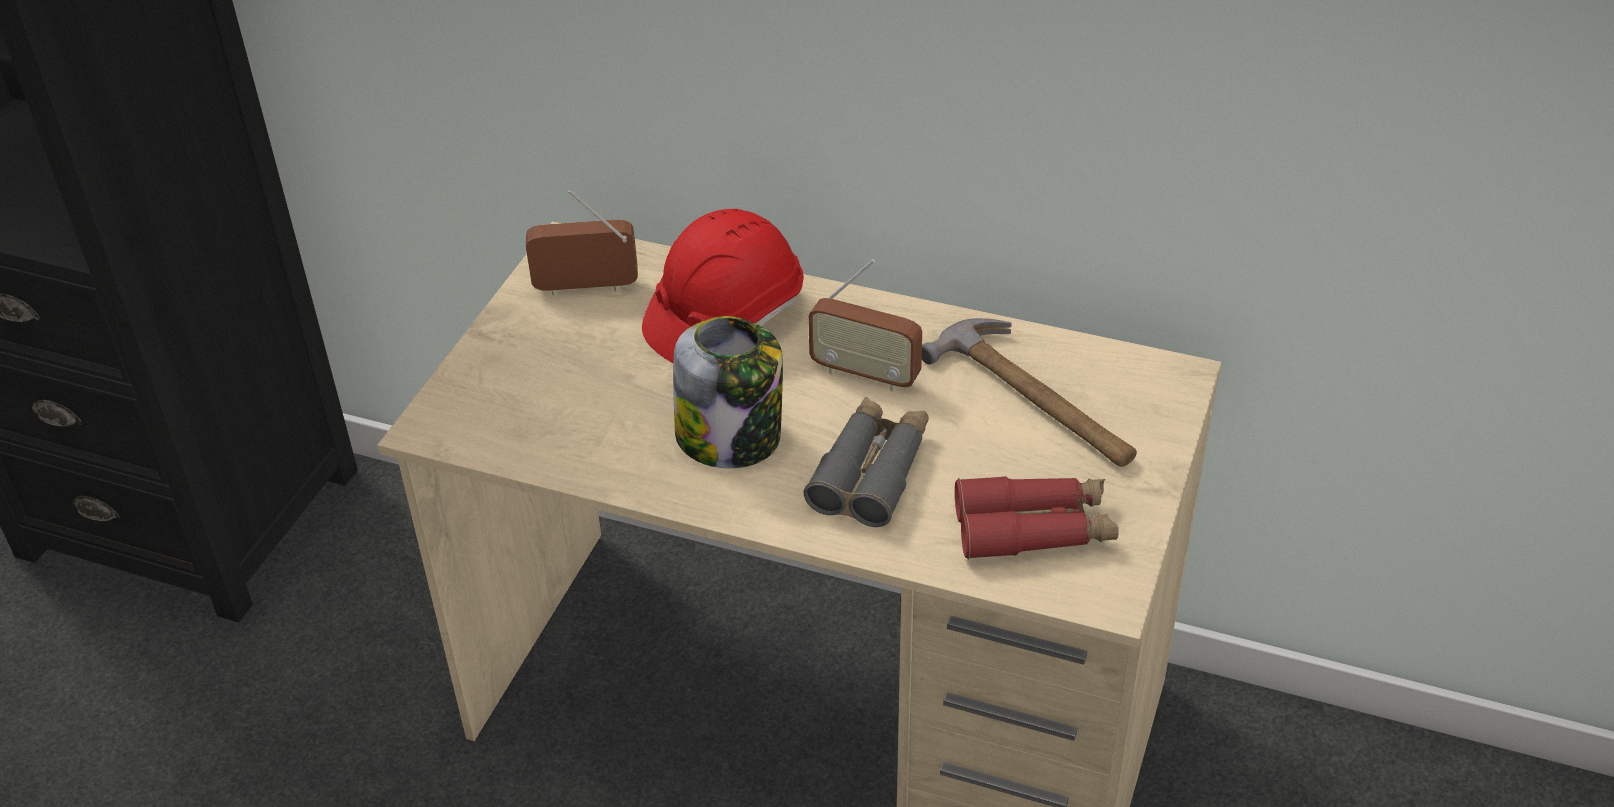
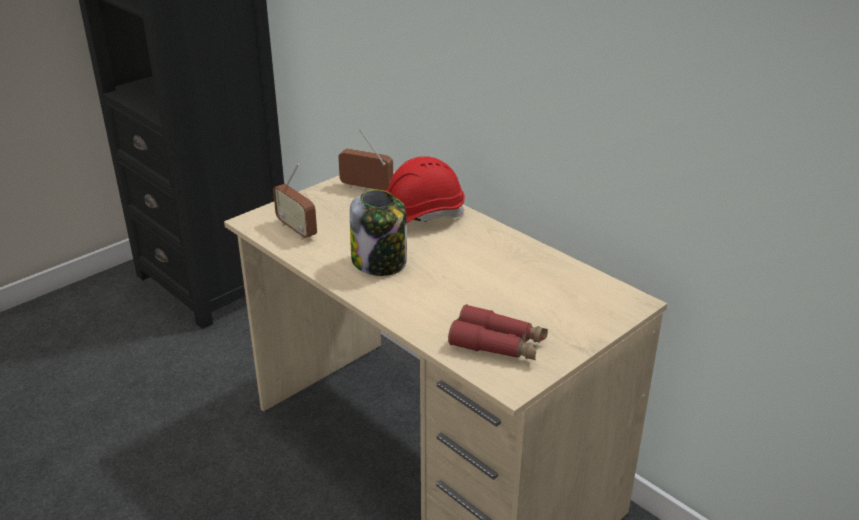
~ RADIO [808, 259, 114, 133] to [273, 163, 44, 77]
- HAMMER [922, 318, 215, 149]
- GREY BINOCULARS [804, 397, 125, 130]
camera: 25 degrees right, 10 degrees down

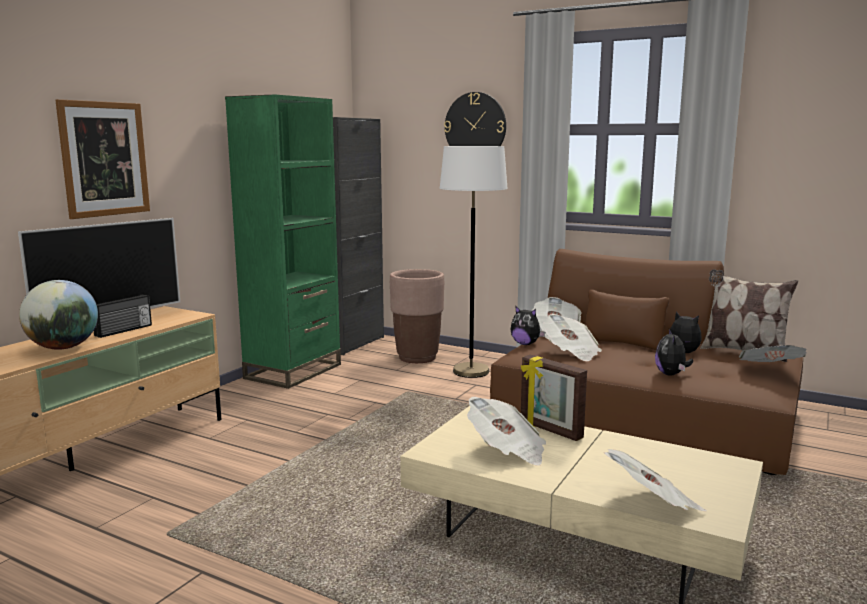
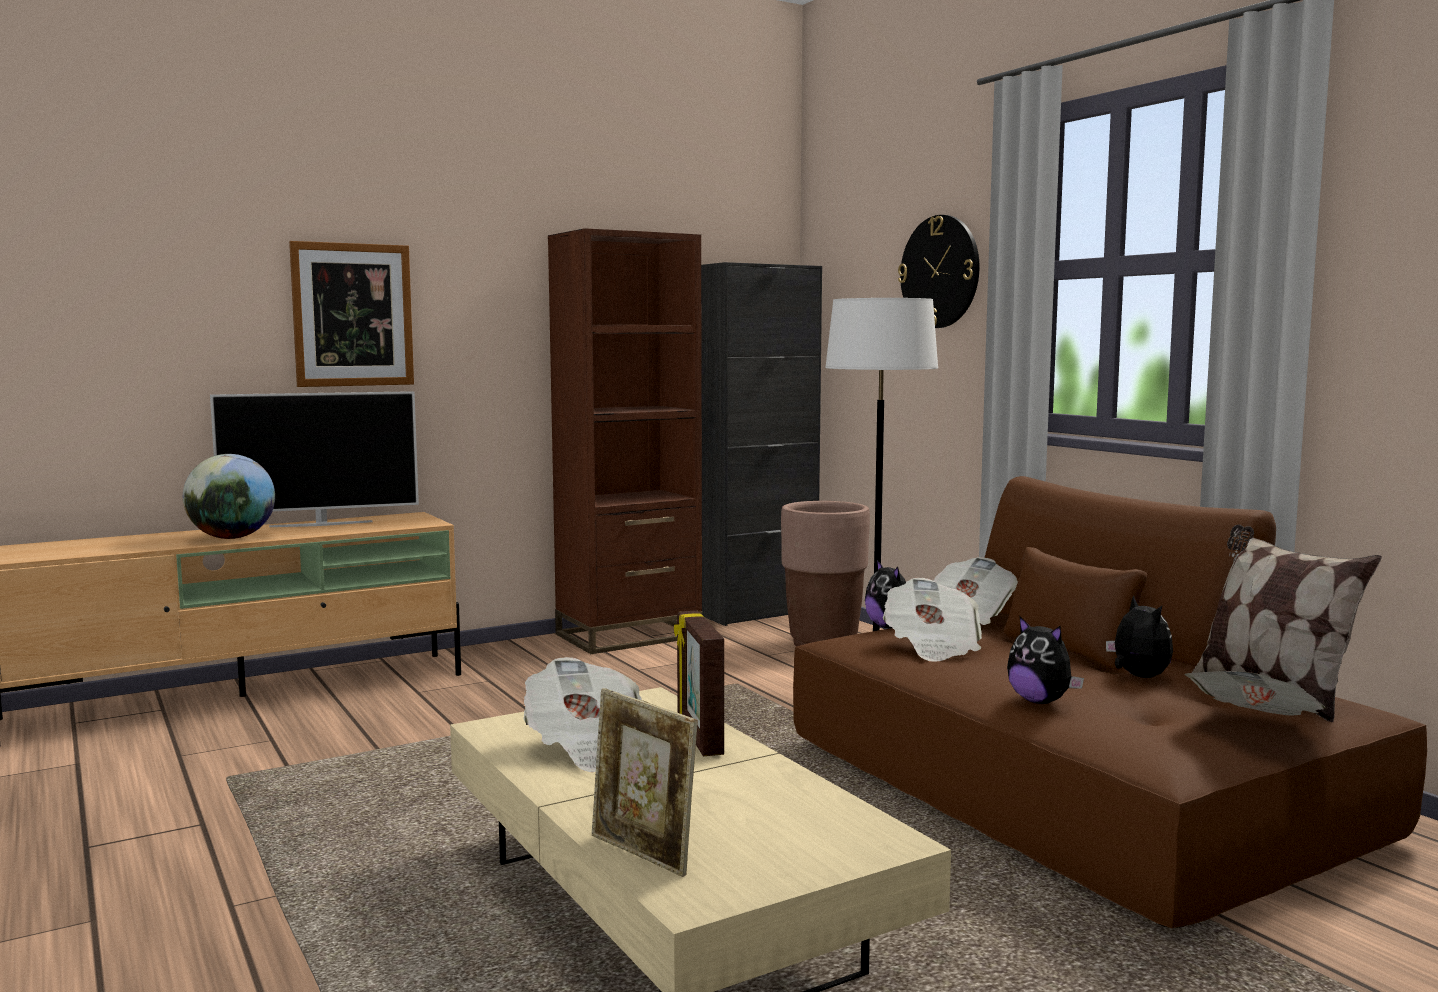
~ GREEN BOOKCASE [225, 94, 116, 295] to BROWN BOOKCASE [548, 228, 155, 426]
- RADIO [94, 295, 58, 43]
~ PLUSH TOY [655, 329, 38, 47] = [1007, 617, 77, 87] 75 degrees counterclockwise
~ NEWSPAPER [603, 449, 104, 62] to PICTURE FRAME [592, 688, 105, 189]
camera: 30 degrees right, 5 degrees down

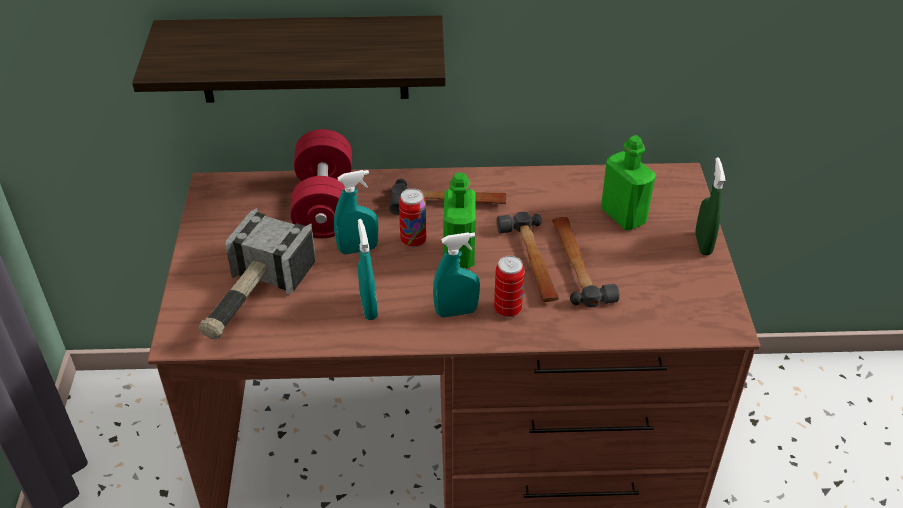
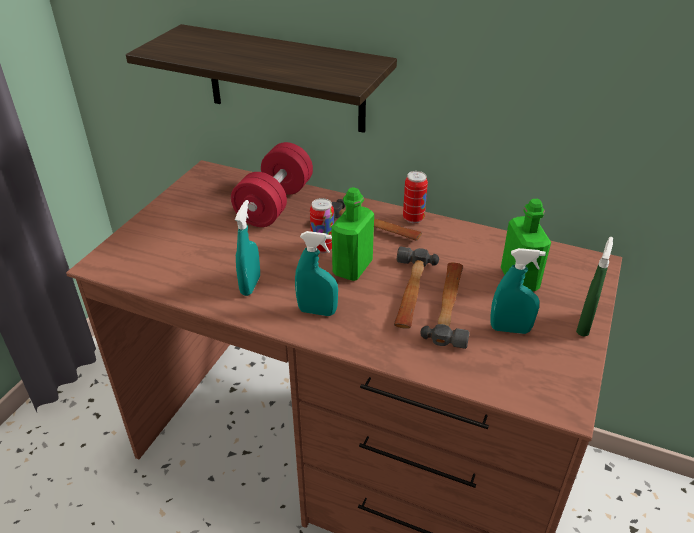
~ TURQUOISE SPRAY BOTTLE [334, 170, 44, 84] to [490, 248, 56, 86]
- HAMMER [198, 208, 118, 131]
~ CAN [494, 256, 31, 61] to [403, 171, 25, 52]
camera: 25 degrees right, 5 degrees down

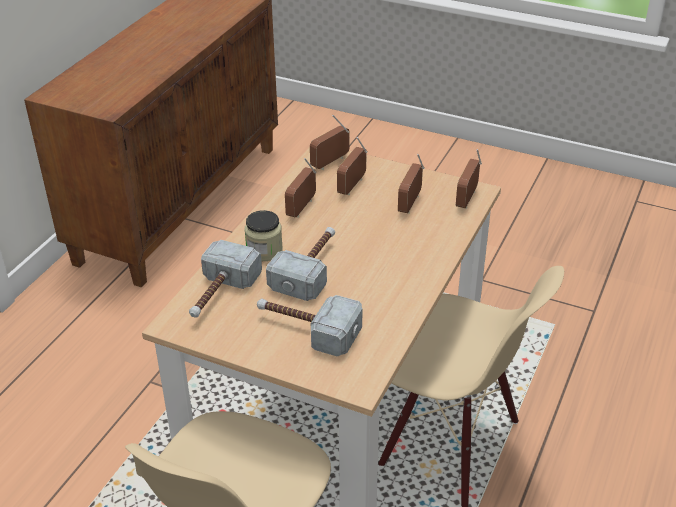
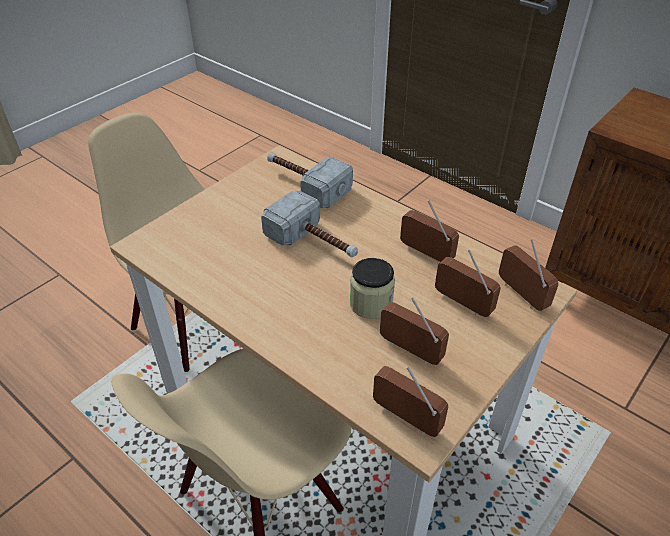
~ JAR [244, 210, 39, 51] to [350, 258, 45, 61]
- HAMMER [257, 295, 105, 61]
camera: 105 degrees right, 5 degrees up

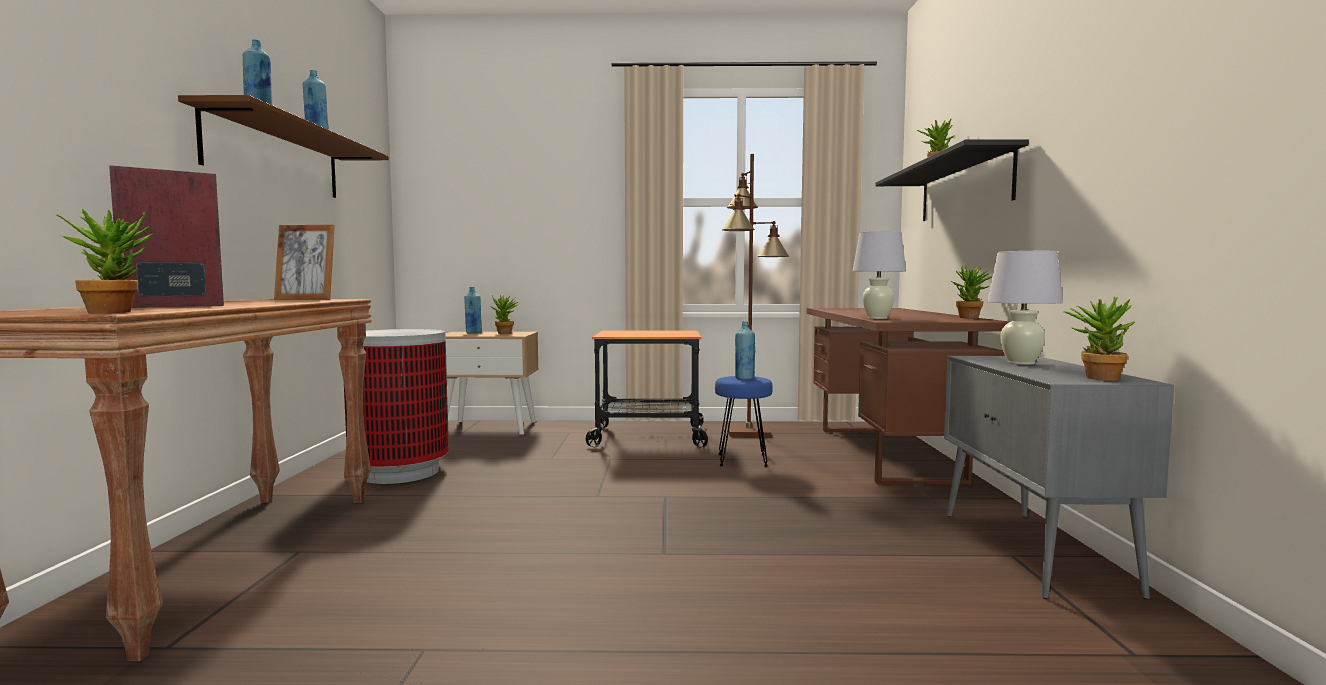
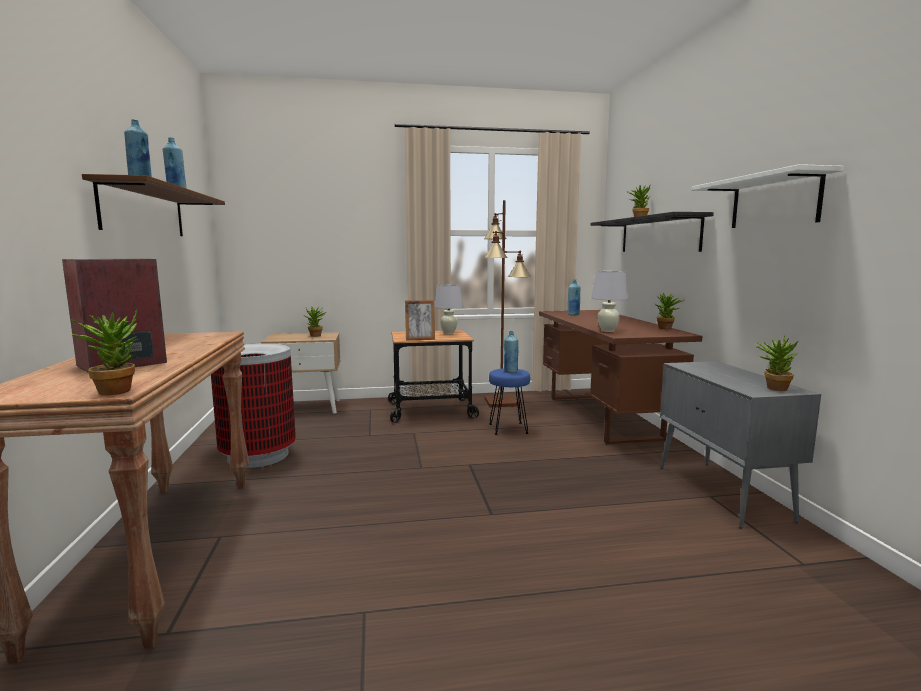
~ PICTURE FRAME [274, 225, 61, 75] to [405, 300, 30, 40]
~ WHITE TABLE LAMP [987, 251, 76, 114] to [434, 284, 29, 50]
~ BLUE BOTTLE [464, 287, 18, 46] to [568, 279, 12, 36]
+ WHITE SHELF [691, 164, 152, 64]
camera: 10 degrees left, 5 degrees up

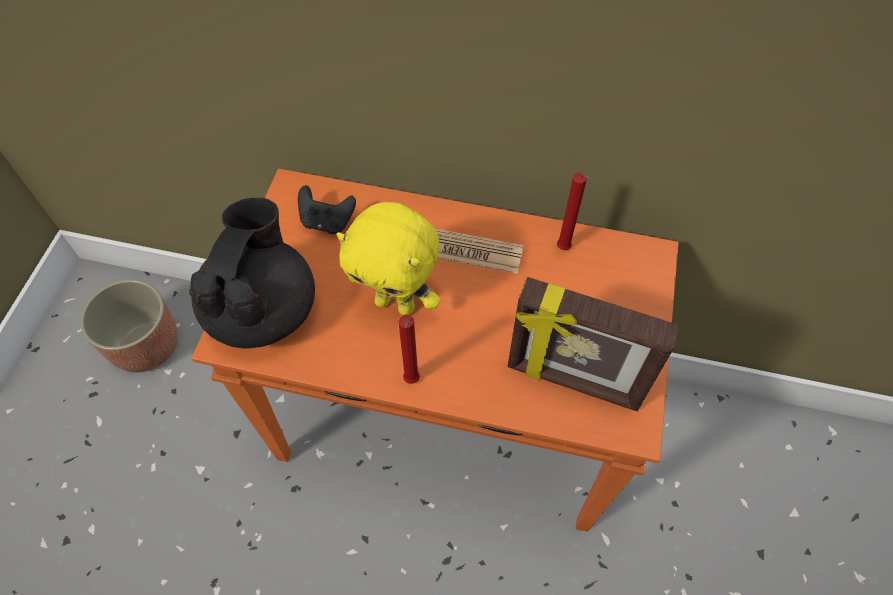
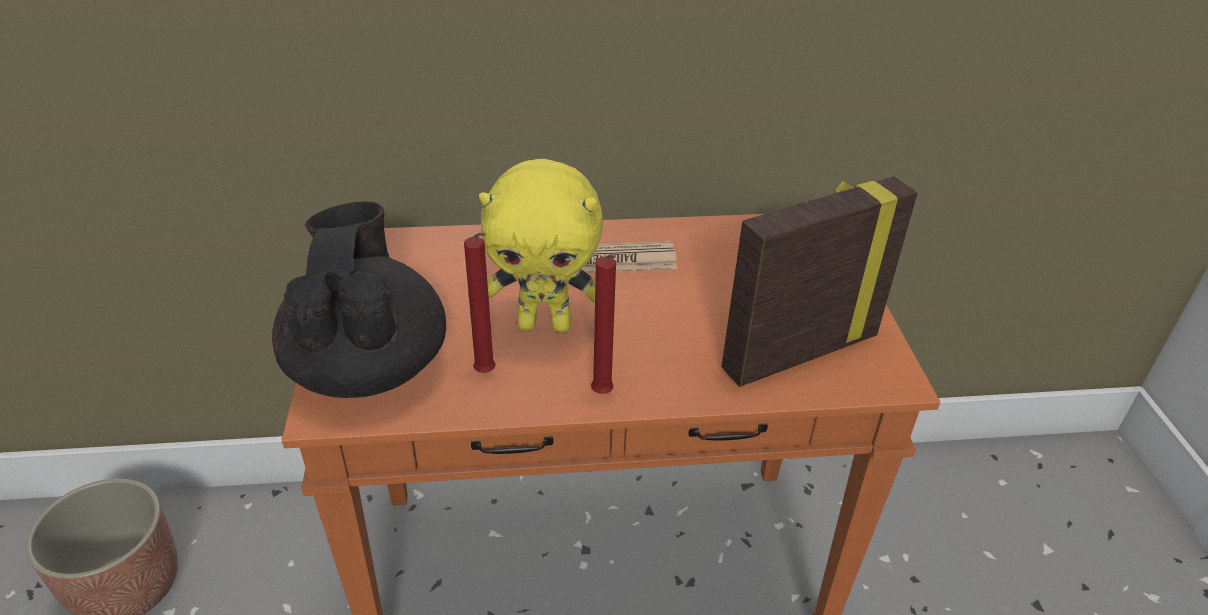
~ RED CANDLE [557, 173, 33, 77] to [464, 232, 32, 141]
- BLACK GAME CONTROLLER [298, 185, 58, 49]
~ PICTURE FRAME [508, 277, 171, 134] = [721, 176, 197, 211] 150 degrees clockwise
camera: 20 degrees left, 20 degrees down

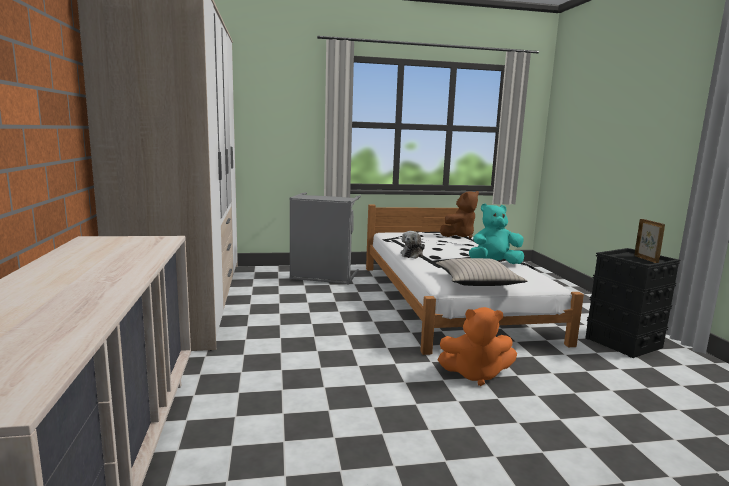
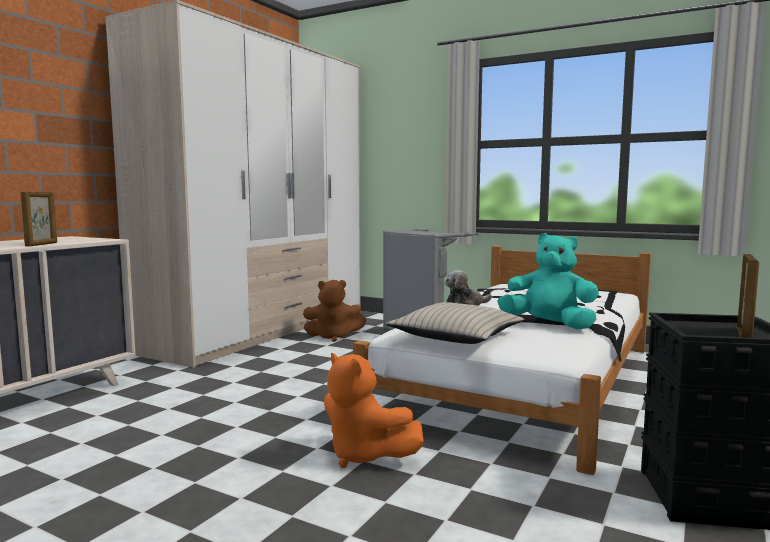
~ BROWN PLUSH TOY [440, 191, 39, 47] to [303, 280, 63, 62]
+ PICTURE FRAME [21, 192, 36, 54]
camera: 40 degrees right, 5 degrees down

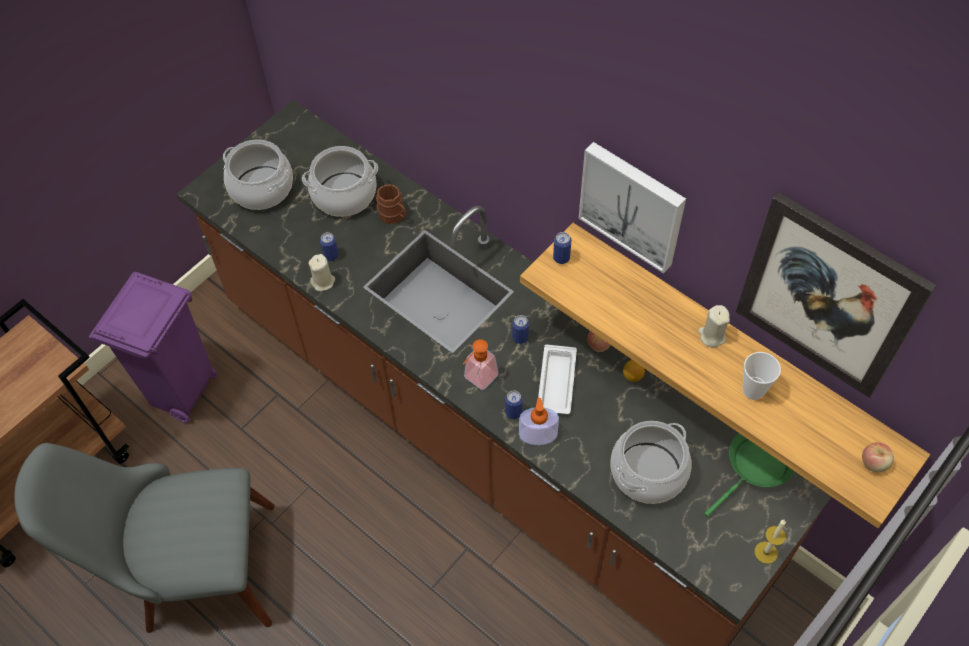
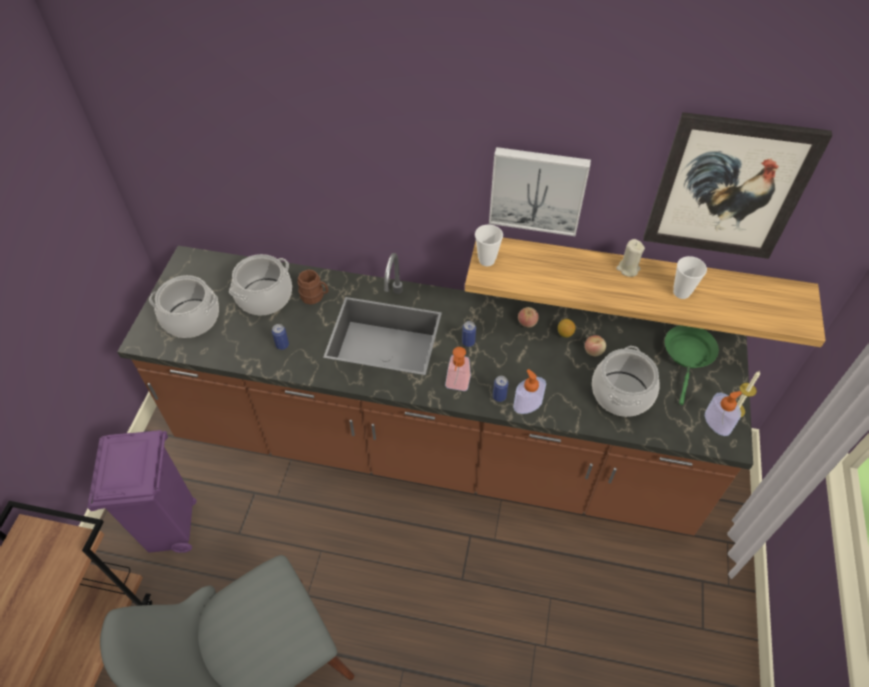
~ CAN [553, 232, 18, 32] to CUP [475, 225, 28, 41]
- BEIGE CANDLE [308, 254, 27, 37]
- WHITE TRAY [538, 345, 39, 69]
~ APPLE [862, 442, 32, 30] to [585, 335, 21, 21]
+ SOAP DISPENSER [705, 391, 37, 45]
camera: 30 degrees left, 5 degrees down

